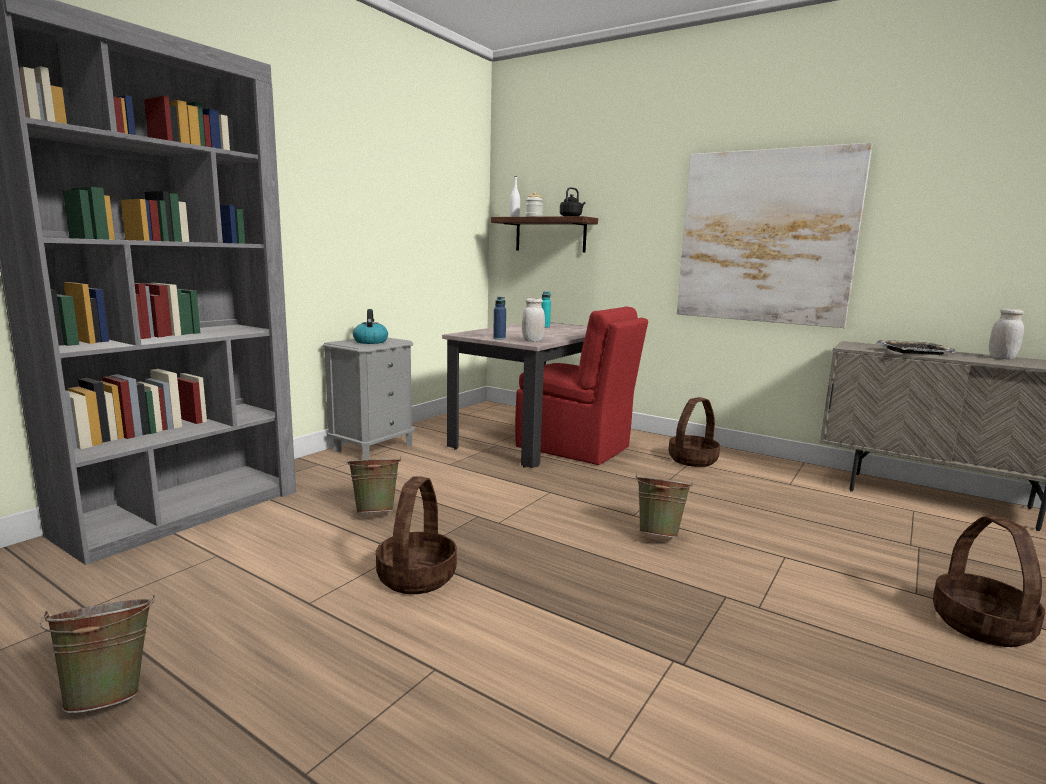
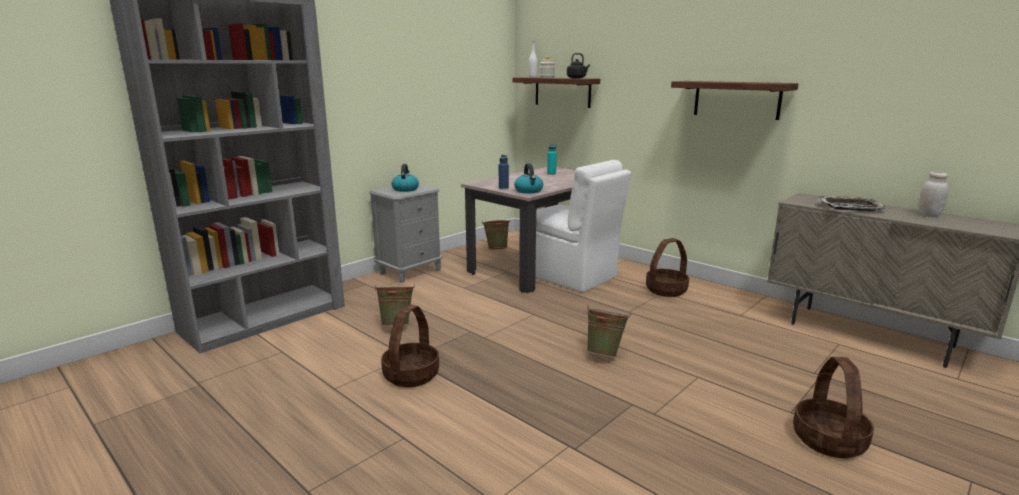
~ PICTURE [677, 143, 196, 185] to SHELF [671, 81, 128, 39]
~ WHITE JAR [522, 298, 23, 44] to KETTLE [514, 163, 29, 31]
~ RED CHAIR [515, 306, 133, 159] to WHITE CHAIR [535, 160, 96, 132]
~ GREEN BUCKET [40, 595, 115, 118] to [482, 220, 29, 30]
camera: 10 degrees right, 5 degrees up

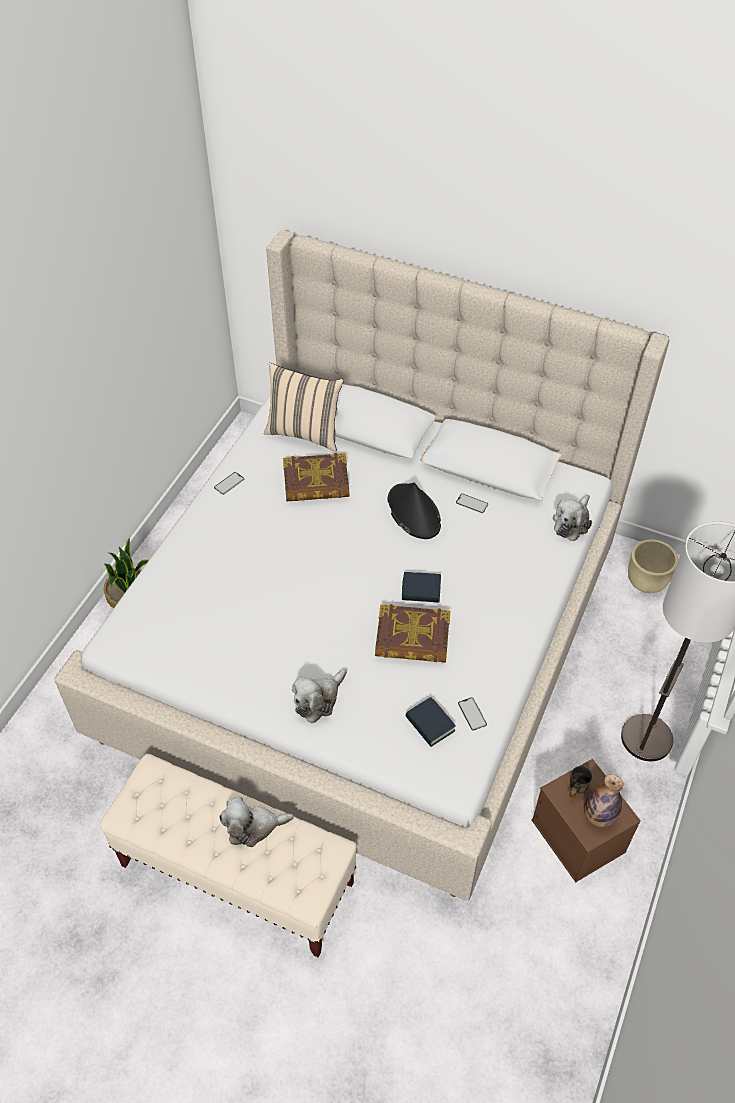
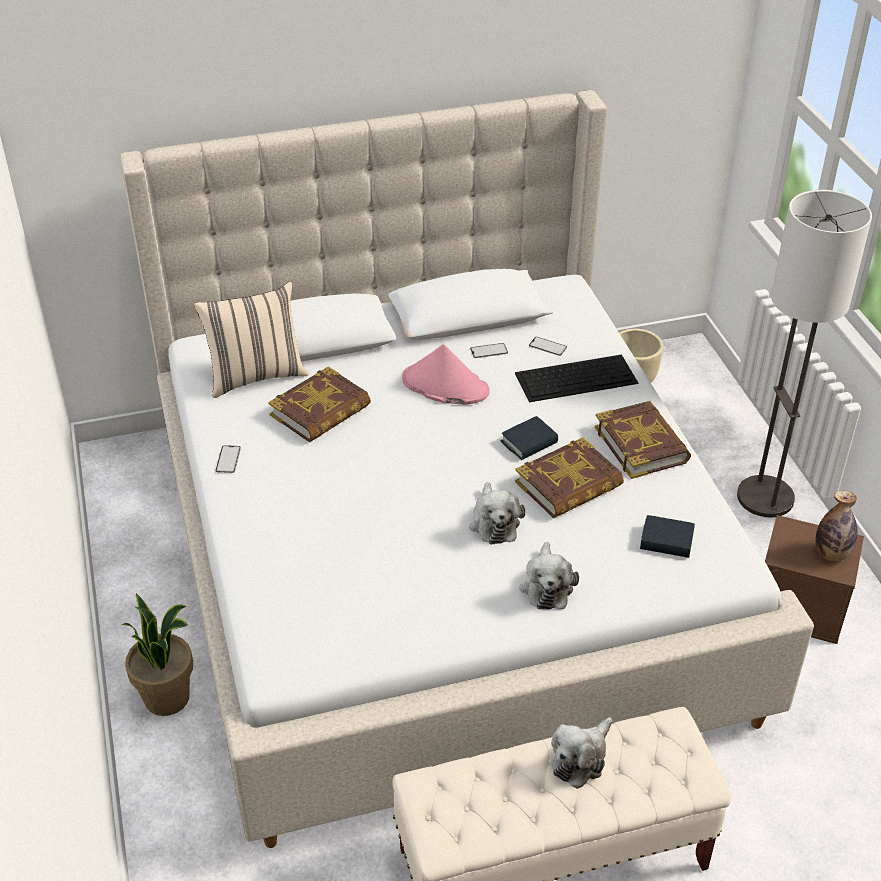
~ BLACK HAT [387, 483, 54, 56] to PINK HAT [402, 344, 88, 61]
~ PLUSH TOY [553, 495, 39, 46] to [469, 482, 56, 63]
~ PHONE [458, 697, 29, 34] to [529, 336, 38, 20]
- GREY MUG [569, 766, 23, 32]
+ KEYBOARD [515, 355, 123, 47]
+ BOOK [595, 401, 96, 78]
camera: 40 degrees left, 10 degrees down

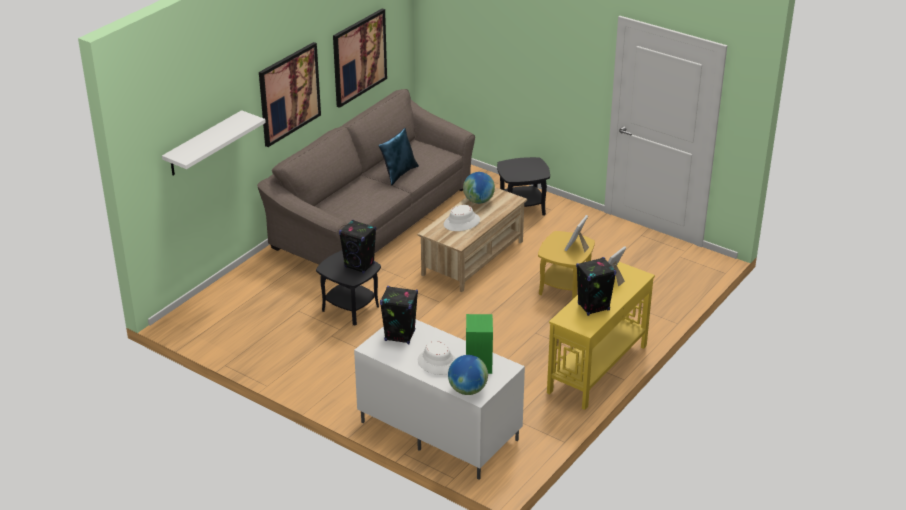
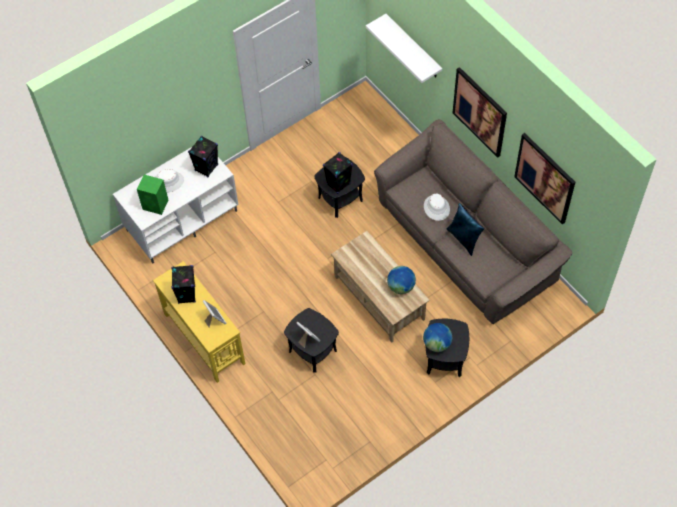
~ WHITE HAT [444, 205, 36, 26] to [424, 194, 26, 27]
~ YELLOW SIDE TABLE [538, 231, 57, 69] to BLACK SIDE TABLE [284, 308, 55, 65]
~ GLOBE [448, 355, 40, 40] to [423, 323, 29, 29]
camera: 110 degrees right, 25 degrees up

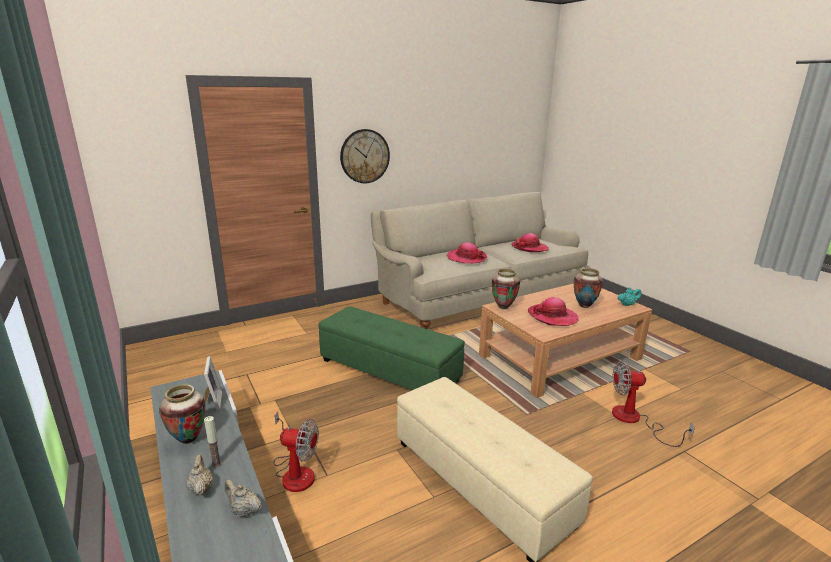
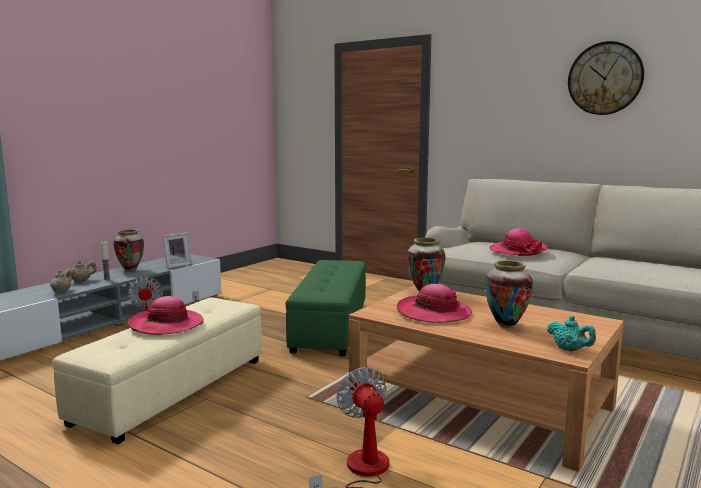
~ WALL CLOCK [340, 129, 50, 54] to [568, 41, 76, 74]
~ HAT [511, 233, 38, 19] to [128, 296, 75, 39]
camera: 65 degrees right, 10 degrees down

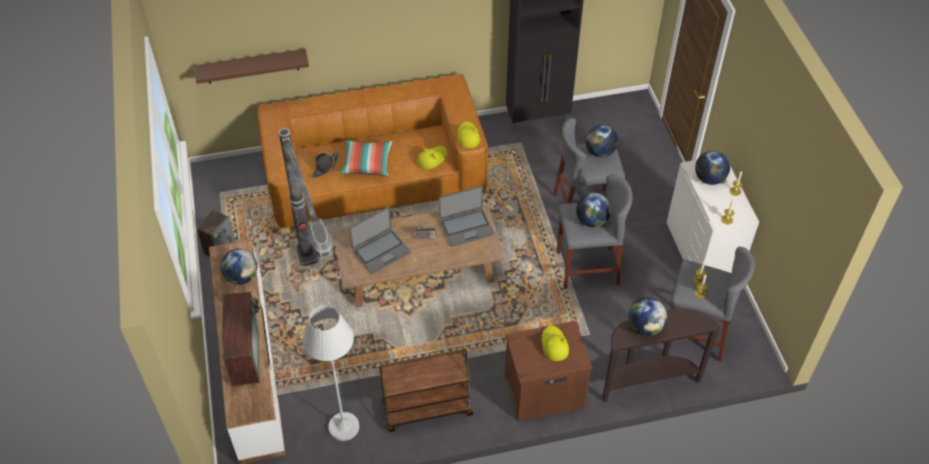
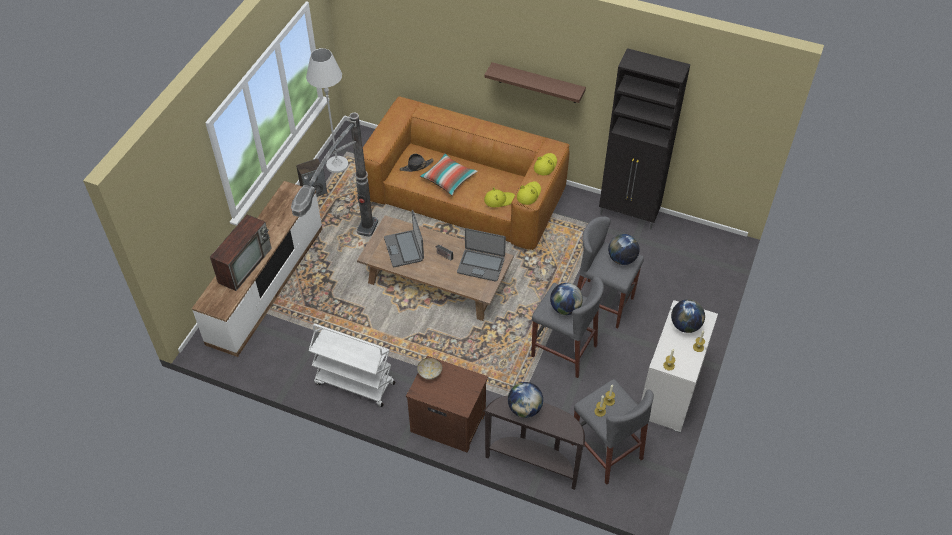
~ BROWN SHELF [194, 49, 115, 35] to [484, 62, 102, 41]
~ LAPTOP [349, 206, 62, 68] = [384, 210, 40, 57] 75 degrees clockwise
- GLOBE [221, 249, 36, 36]
~ WHITE FLOOR LAMP [302, 305, 57, 136] to [306, 48, 42, 125]
~ YELLOW HAT [542, 326, 27, 35] to [534, 153, 23, 22]
~ BROWN CART [379, 349, 94, 83] to WHITE CART [309, 324, 86, 83]
+ BOWL [417, 358, 25, 22]
camera: 35 degrees right, 0 degrees up

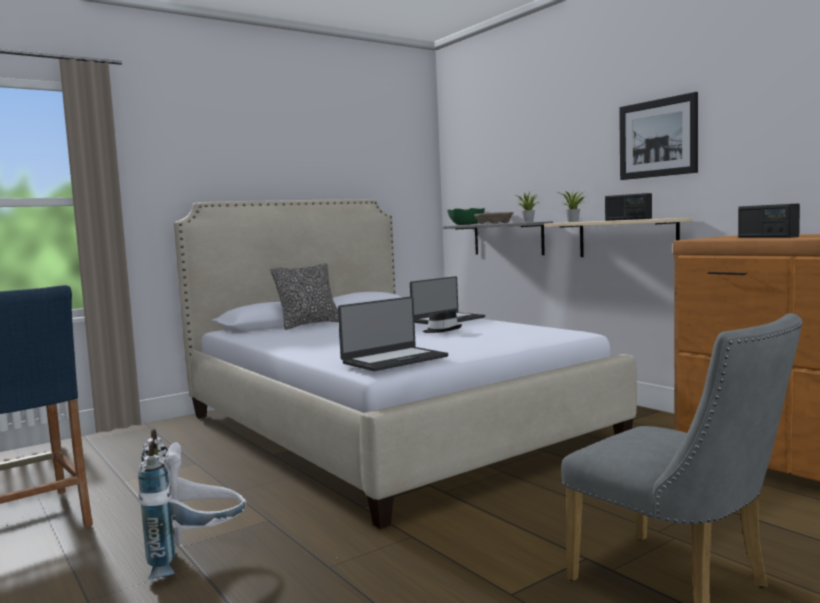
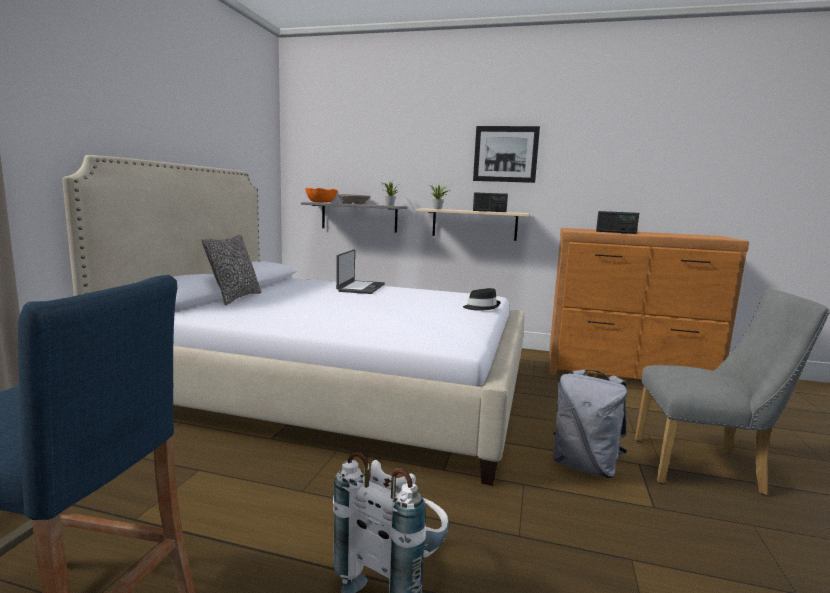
~ GREEN BOWL [447, 208, 38, 17] to ORANGE BOWL [305, 188, 33, 14]
- LAPTOP [338, 296, 110, 75]
~ BLACK HAT [423, 310, 39, 23] to [463, 288, 38, 23]
+ GREY BACKPACK [553, 370, 74, 108]
camera: 40 degrees left, 5 degrees up

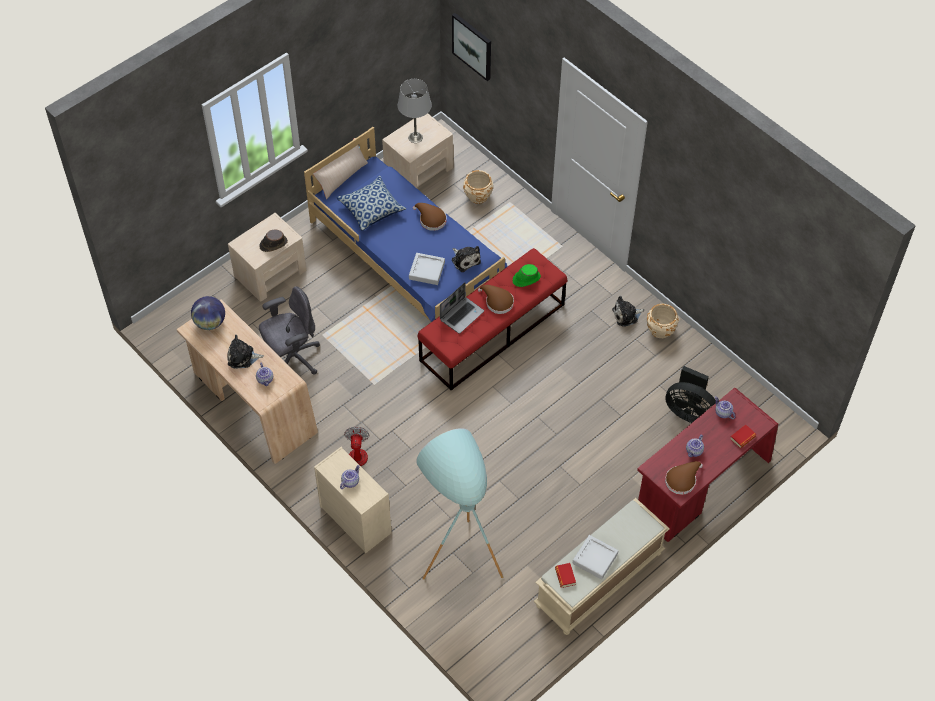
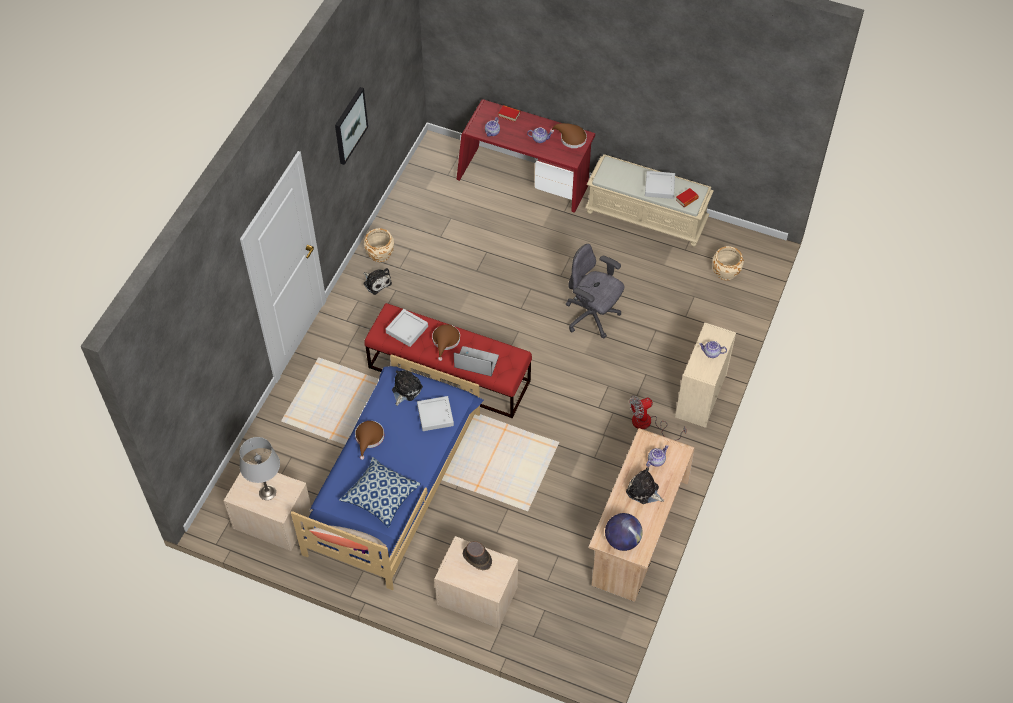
~ PICTURE [452, 13, 39, 68] to [335, 87, 33, 78]
~ BEIGE PLANTER [463, 170, 30, 34] to [713, 246, 31, 34]
~ GREEN HAT [513, 264, 28, 23] to GREY TRAY [386, 309, 42, 38]
~ GREY OFFICE CHAIR [259, 286, 61, 89] to [565, 244, 59, 94]
~ PLUSH TOY [227, 335, 37, 34] = [626, 467, 38, 37] 150 degrees clockwise
- BLACK FAN [665, 366, 51, 57]
- TURQUOISE FLOOR LAMP [416, 428, 87, 152]
camera: 115 degrees left, 0 degrees up

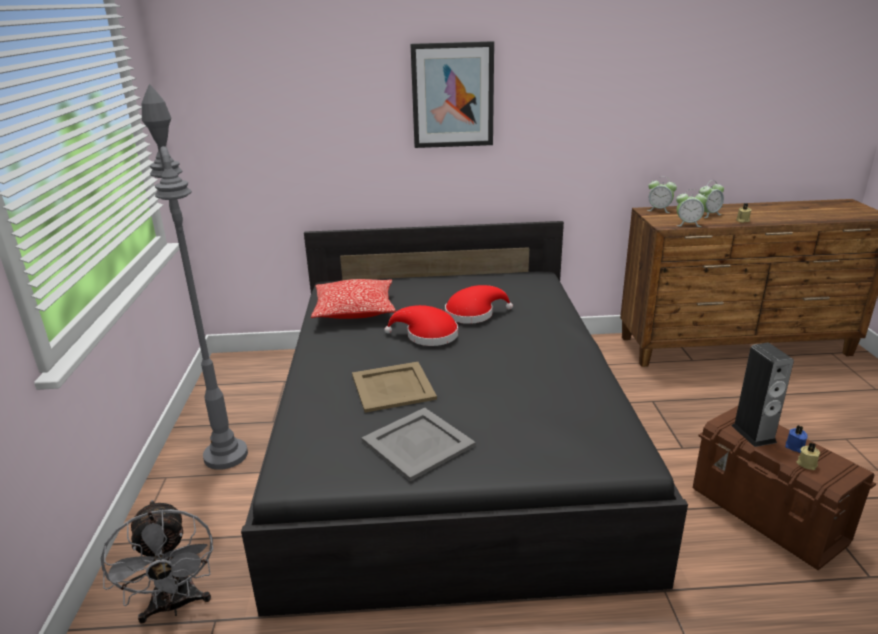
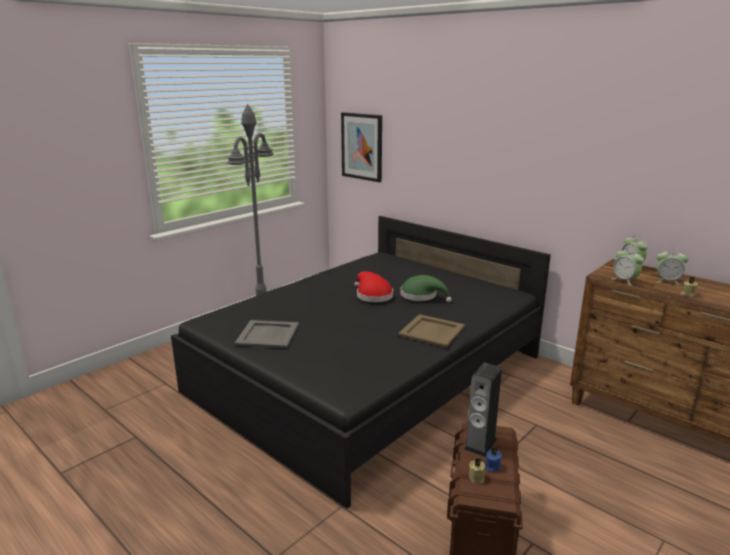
~ PICTURE [410, 41, 84, 107] to [341, 112, 41, 70]
- PILLOW [311, 279, 85, 40]
~ RED HAT [445, 285, 68, 39] to GREEN HAT [400, 275, 52, 27]
~ BEIGE TRAY [352, 362, 85, 51] to [398, 314, 67, 34]
- GREY FAN [101, 500, 112, 124]
camera: 45 degrees right, 5 degrees down

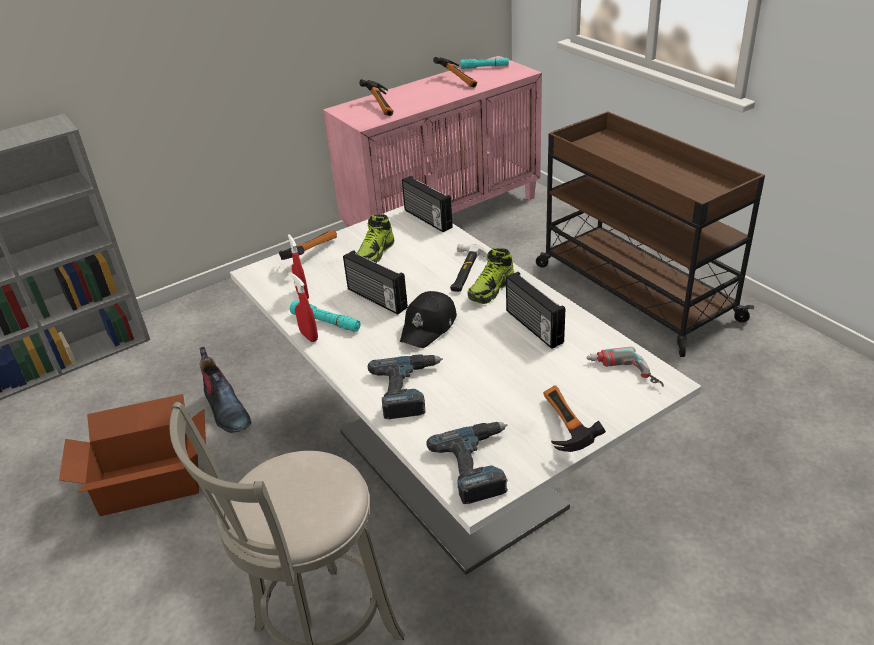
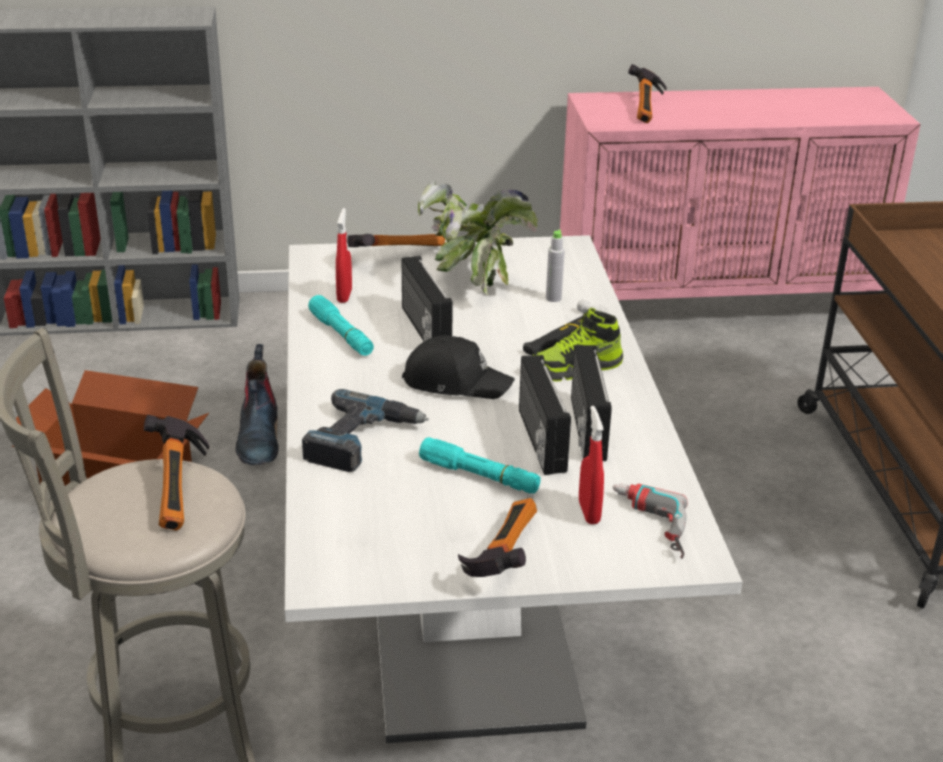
~ HAMMER [433, 57, 44, 31] to [144, 414, 65, 117]
~ TURQUOISE FLASHLIGHT [461, 58, 48, 11] to [419, 437, 122, 57]
~ RADIO [402, 176, 51, 56] to [519, 355, 52, 120]
~ SHOE [356, 214, 38, 49] to POTTED PLANT [418, 180, 120, 115]
~ RED SPRAY BOTTLE [291, 273, 27, 69] to [579, 406, 25, 118]
~ BLACK CAP [400, 291, 57, 57] = [402, 335, 113, 64] 135 degrees counterclockwise
- POWER DRILL [426, 422, 82, 82]
+ GREY BOTTLE [546, 230, 19, 72]
camera: 25 degrees right, 5 degrees down

